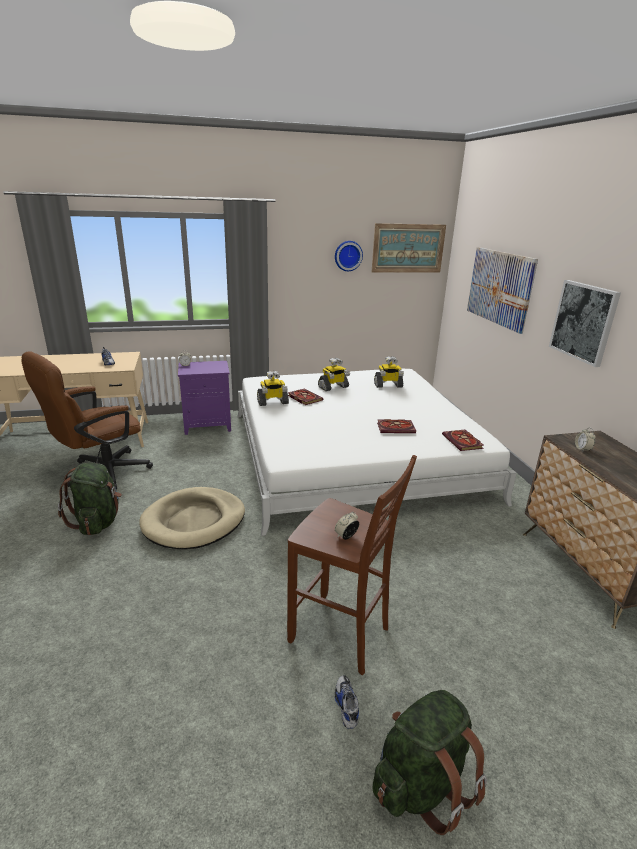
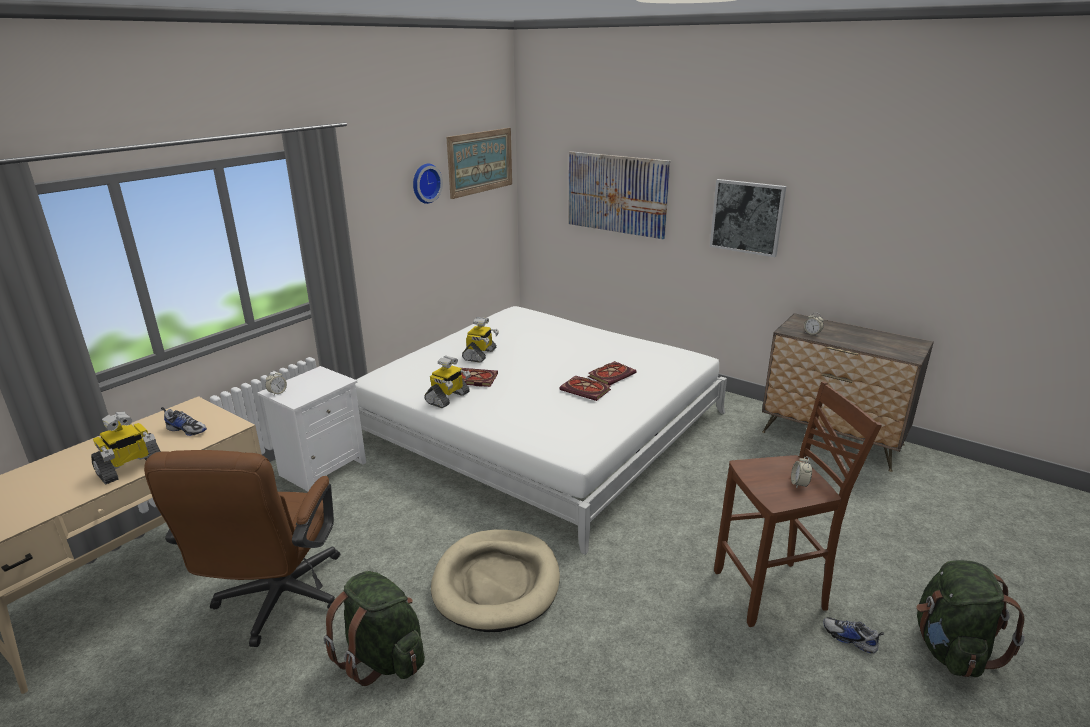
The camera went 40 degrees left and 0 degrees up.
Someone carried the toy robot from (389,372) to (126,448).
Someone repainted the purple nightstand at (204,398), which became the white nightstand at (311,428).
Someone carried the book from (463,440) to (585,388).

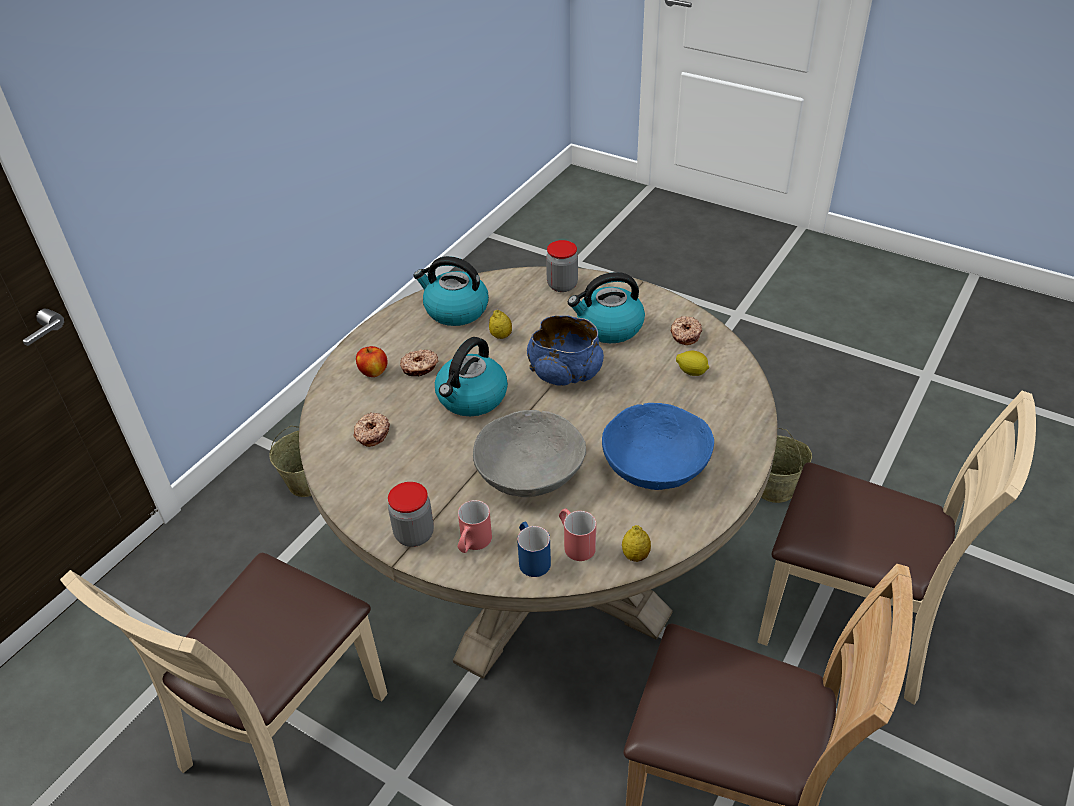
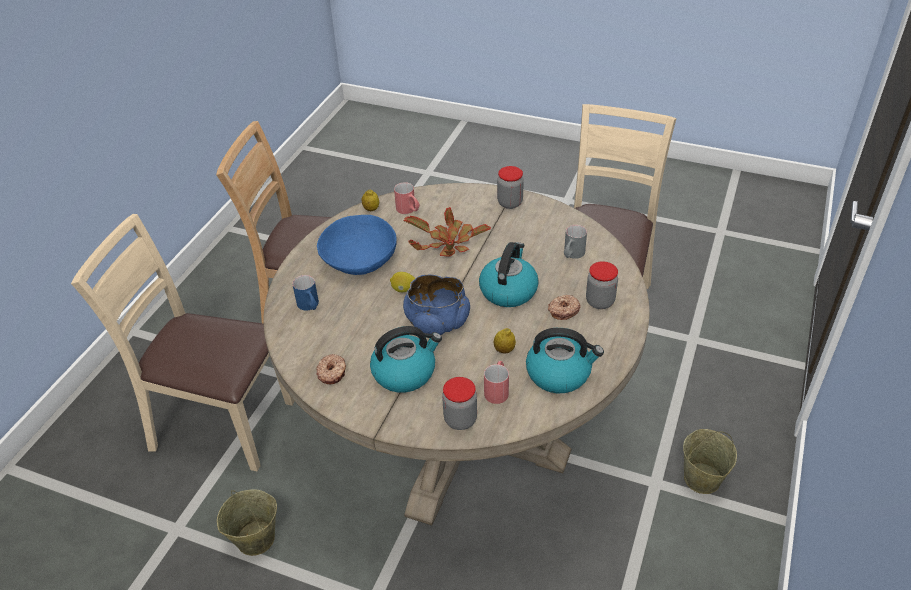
The camera went 170 degrees right and 0 degrees up.
Someone carried the blue mug from (534,549) to (305,292).
Someone carried the lemon from (692,363) to (402,282).
Someone swapped the grey bowl at (529,453) for the potted plant at (447,232).
Someone carried the red mug from (474,526) to (496,382).
Someone swapped the donut at (371,430) for the grey mug at (575,242).
Someone swapped the apple at (371,361) for the jar at (602,285).

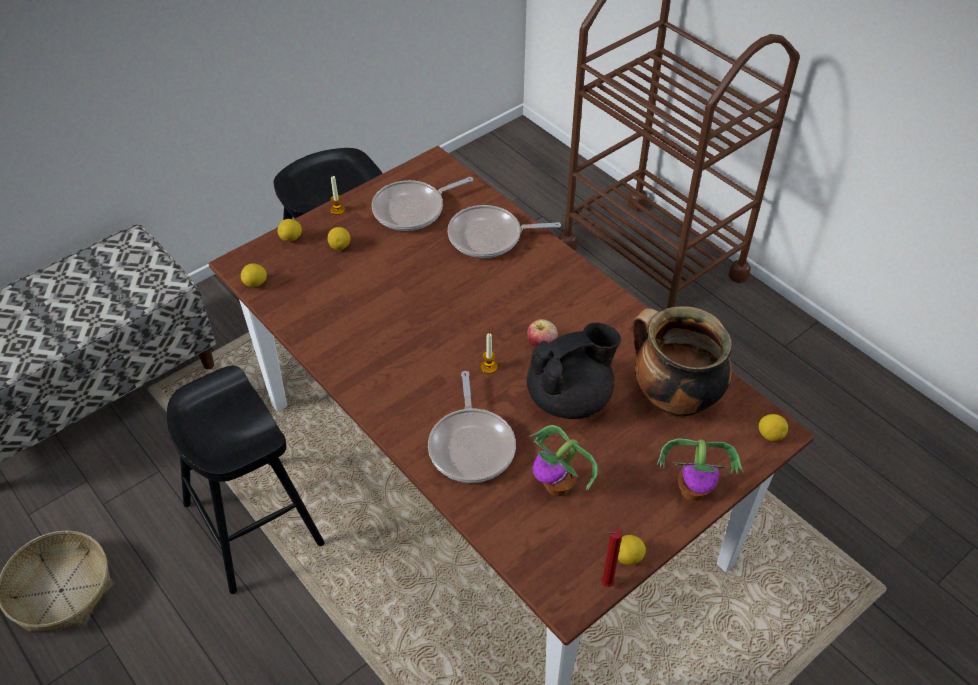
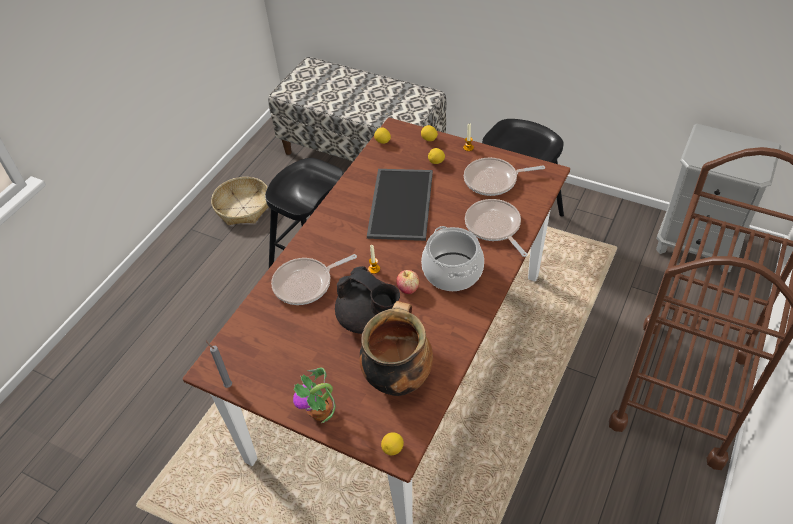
The camera went 70 degrees right and 0 degrees up.
Someone repainted the red candle at (611,557), which became the grey candle at (219,364).
Someone put down the tray at (400,205).
Someone put down the cooking pot at (452,258).
Someone rotated the frying pan at (422,204) by 45 degrees counterclockwise.
Someone put down the grey nightstand at (718,198).
Someone took away the potted plant at (563,460).
Someone took away the lemon at (632,550).

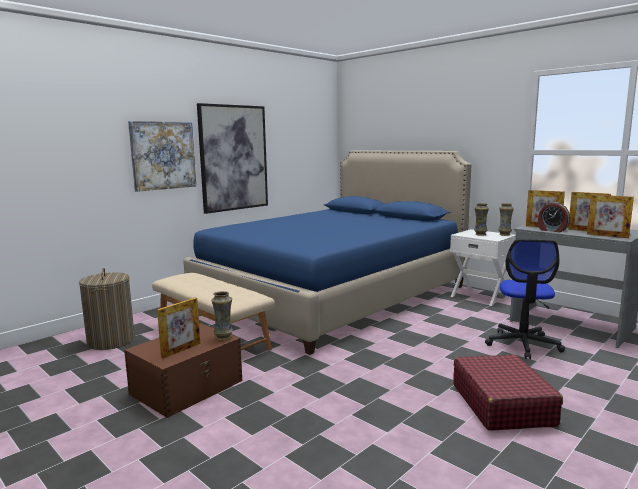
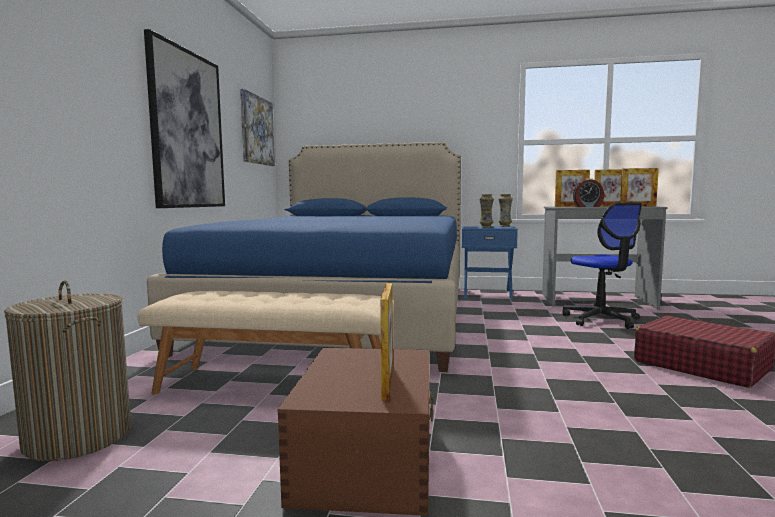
The camera went 35 degrees left and 5 degrees down.
Someone carried the picture from (162,156) to (257,127).
Someone repainted the white nightstand at (483,267), which became the blue nightstand at (490,262).
Someone took away the vase at (222,316).

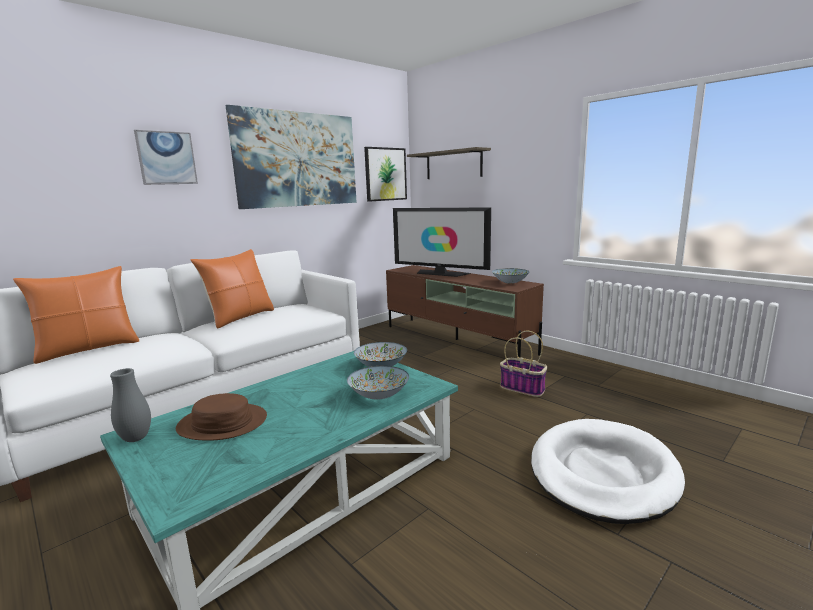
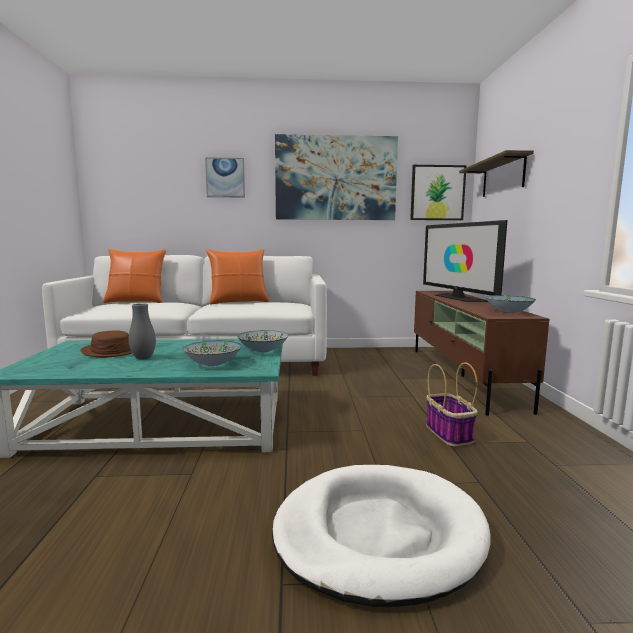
The camera went 40 degrees right and 5 degrees down.
Someone carried the grey vase from (130,405) to (142,331).

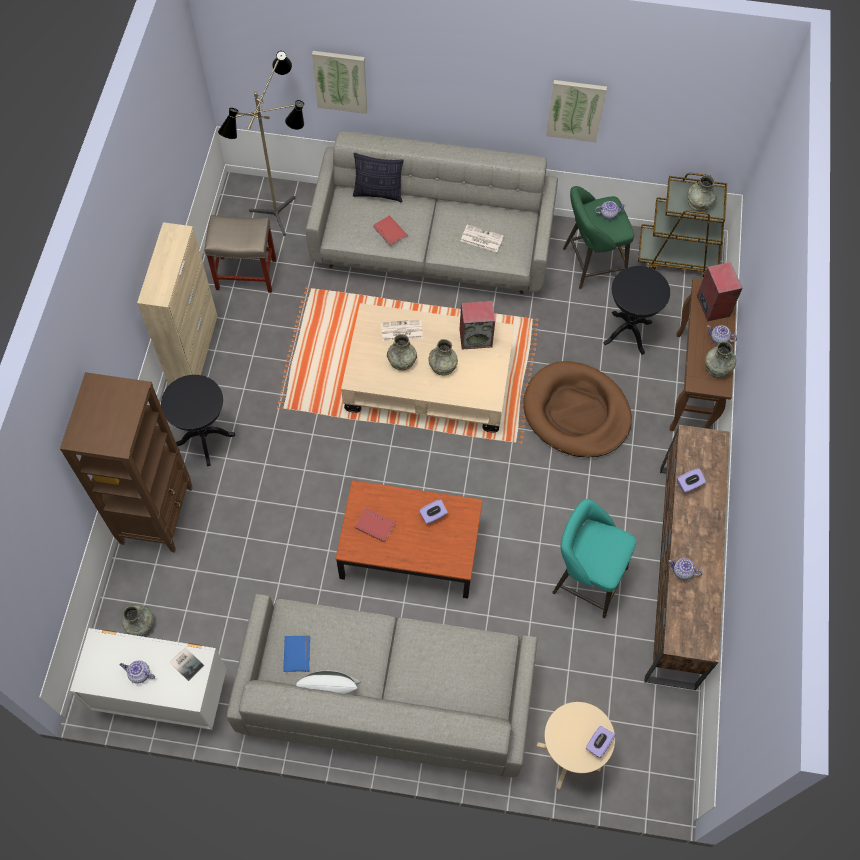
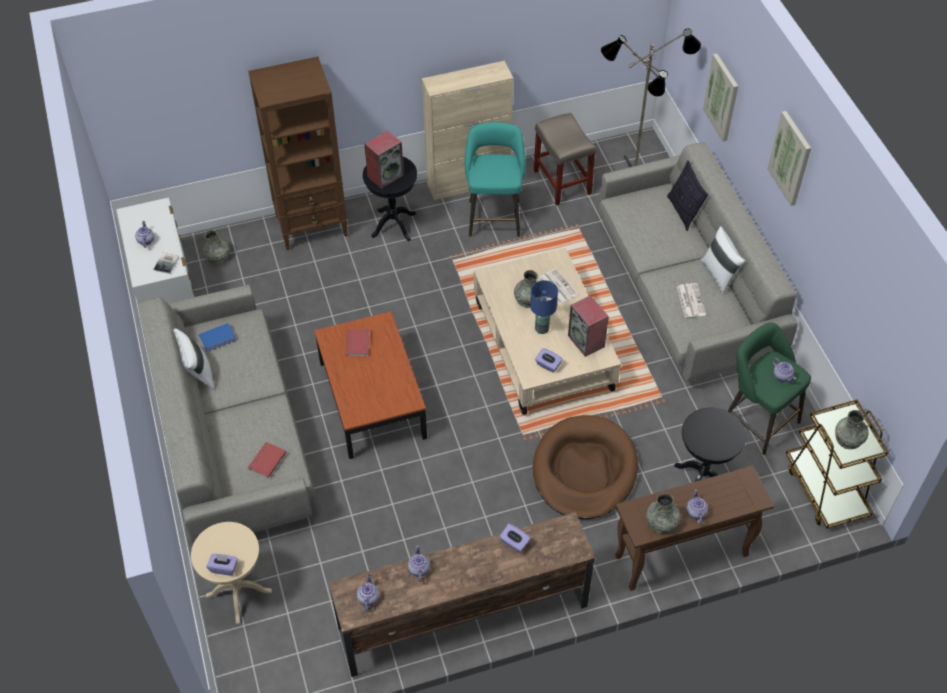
The camera went 65 degrees right and 10 degrees down.
Someone carried the red book from (390,231) to (267,460).
Someone put down the teapot at (368,592).
Someone carried the speaker from (720,291) to (384,159).
Someone carried the turquoise stool from (594,558) to (495,179).
Someone swapped the grey vase at (443,357) for the blue table lamp at (544,307).
Someone carried the purple tissue box from (433,512) to (548,360).
Someone put down the white pillow at (722,260).
Someone carried the picture from (576,111) to (789,158).

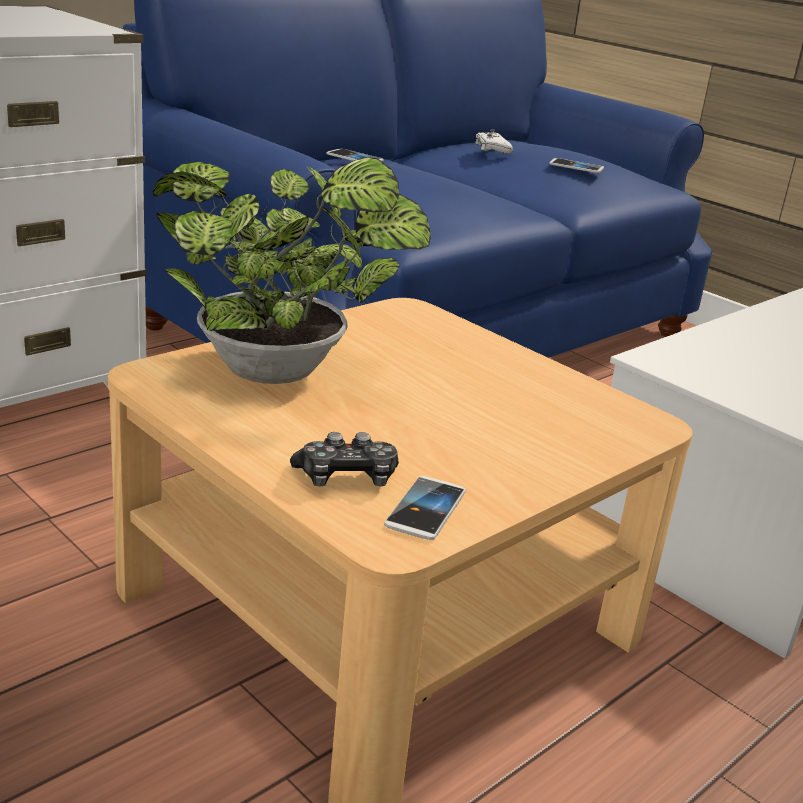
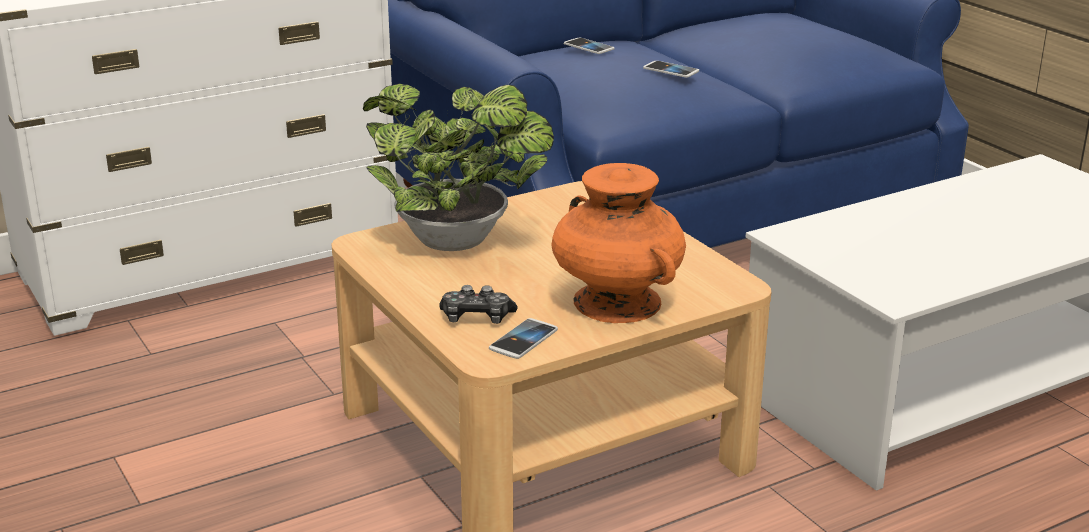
The camera went 15 degrees right and 0 degrees up.
Someone put down the orange vase at (618,243).
Someone carried the phone from (576,165) to (671,69).
Someone took away the white game controller at (494,141).

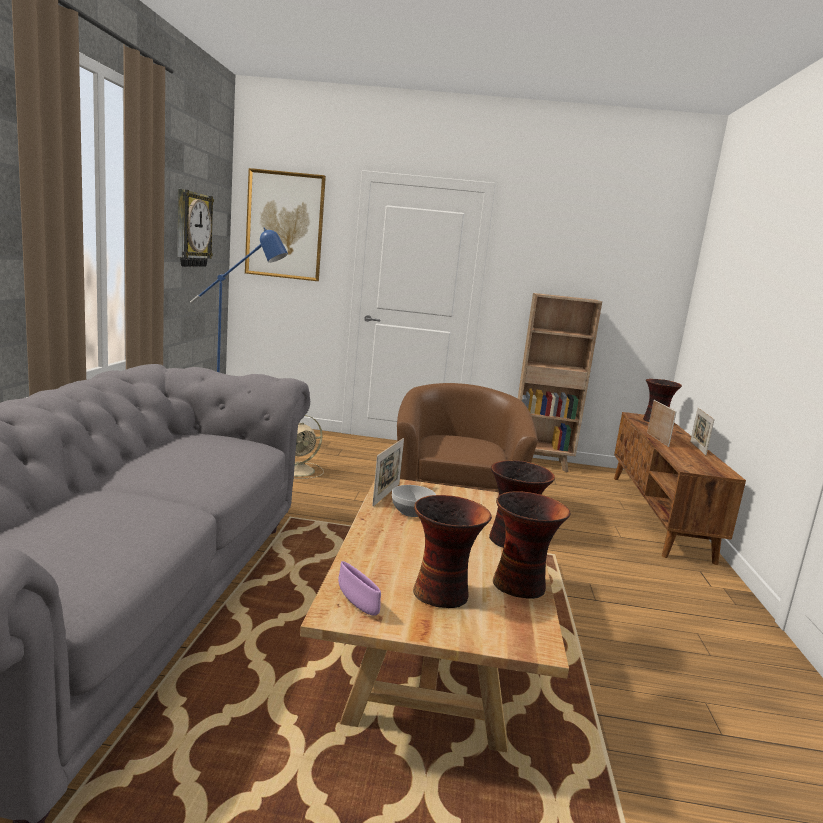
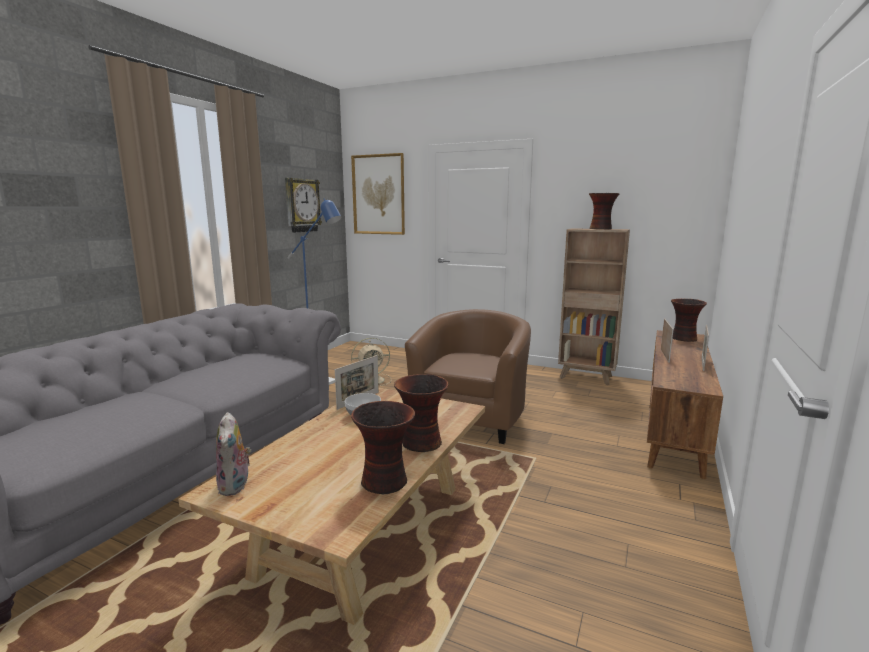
The camera went 20 degrees right and 0 degrees up.
Someone swapped the purple bowl at (359,588) for the plush toy at (233,454).
Someone carried the vase from (452,551) to (604,211).

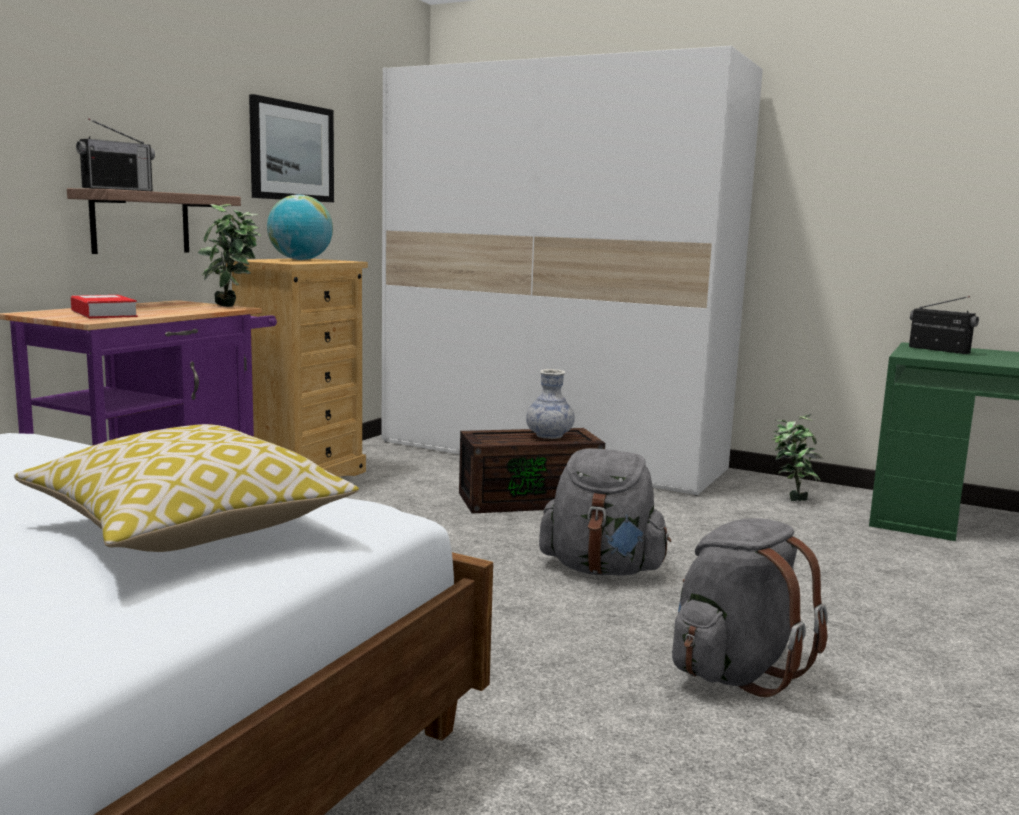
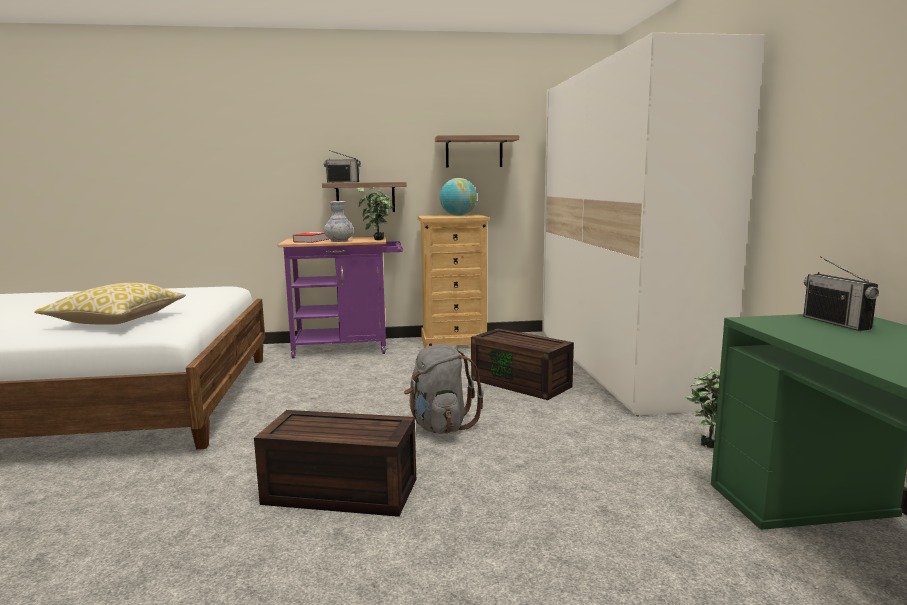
The camera went 55 degrees right and 0 degrees up.
Someone swapped the grey backpack at (750,607) for the brown storage box at (335,463).
Someone carried the vase from (550,404) to (339,221).
Someone swapped the picture at (291,148) for the shelf at (477,151).
Someone rotated the radio at (944,325) by 150 degrees clockwise.

